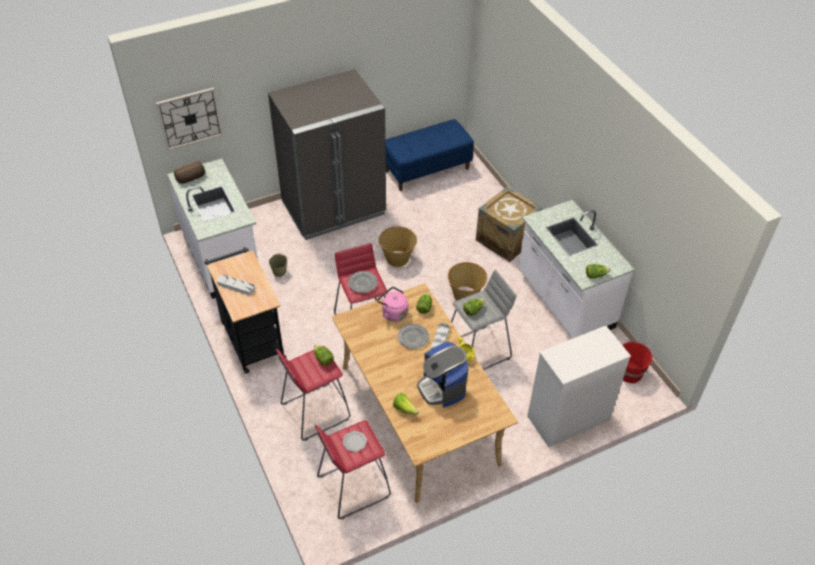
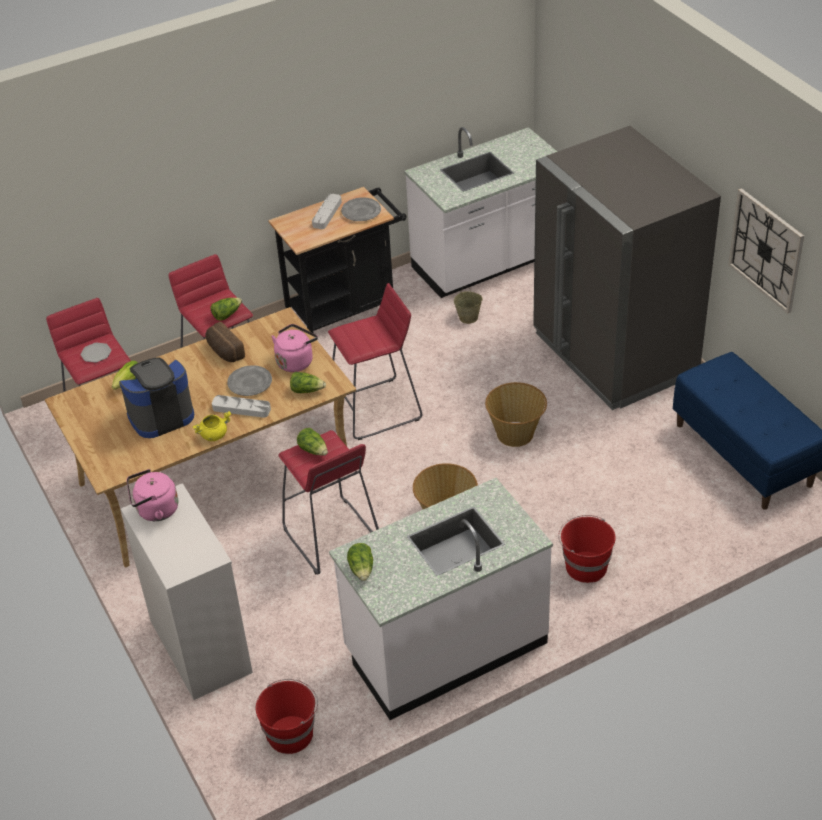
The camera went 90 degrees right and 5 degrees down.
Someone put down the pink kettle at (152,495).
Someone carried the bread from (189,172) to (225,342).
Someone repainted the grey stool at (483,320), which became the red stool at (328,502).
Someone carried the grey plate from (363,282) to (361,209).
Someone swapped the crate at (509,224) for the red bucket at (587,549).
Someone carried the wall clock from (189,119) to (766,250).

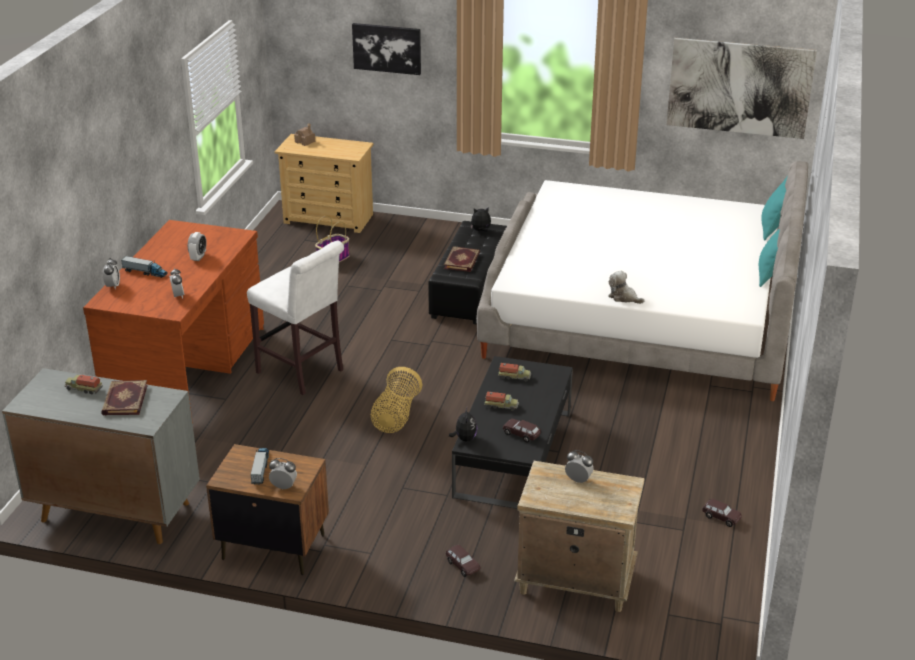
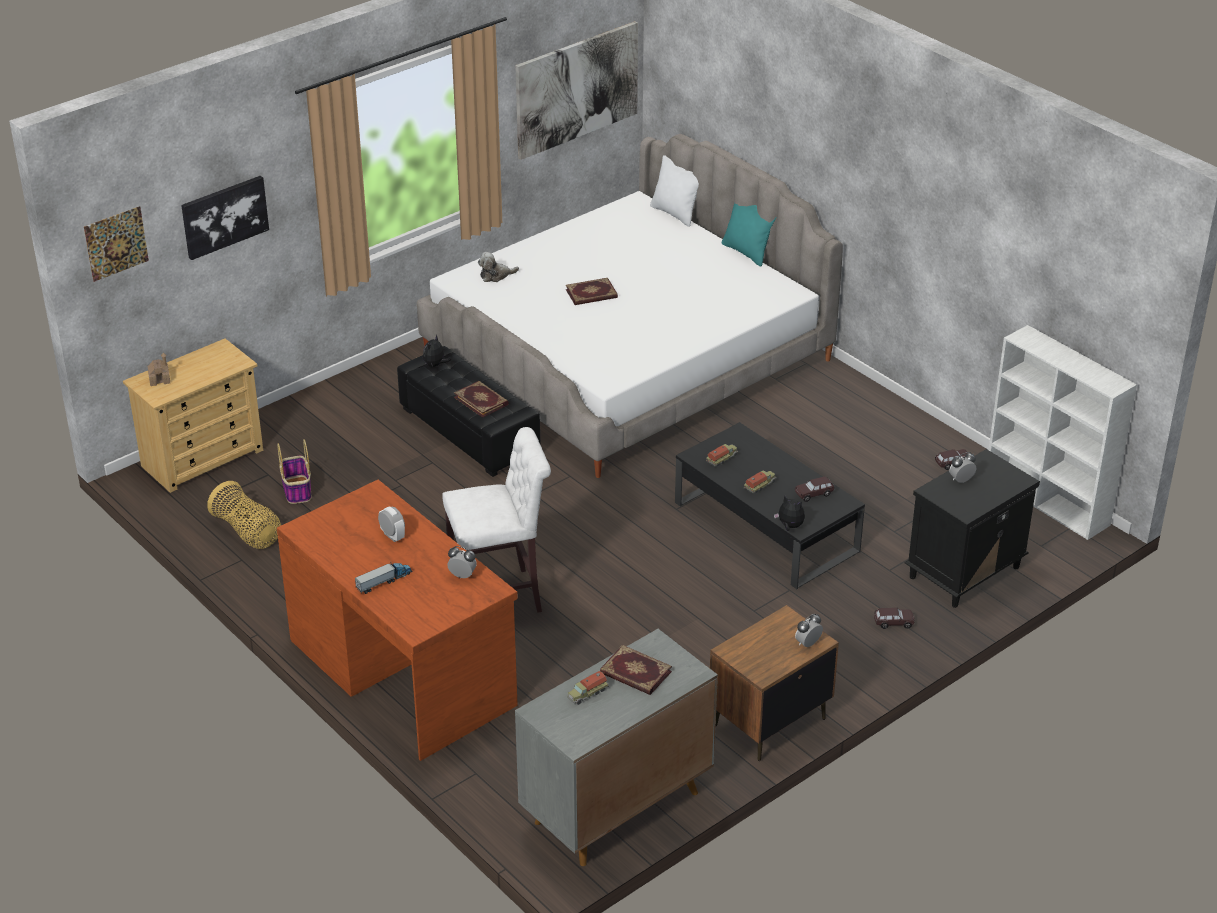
The camera went 55 degrees left and 5 degrees up.
Someone put up the picture at (116,244).
Someone carried the basket from (396,400) to (244,515).
Someone carried the plush toy from (626,287) to (498,267).
Someone put down the book at (592,291).
Someone repainted the turquoise pillow at (774,208), which became the white pillow at (674,191).
Someone repainted the beige nightstand at (579,536), which became the black nightstand at (972,528).
Someone put down the white bookcase at (1063,432).
Someone took away the alarm clock at (111,273).
Someone took away the toy truck at (260,466).

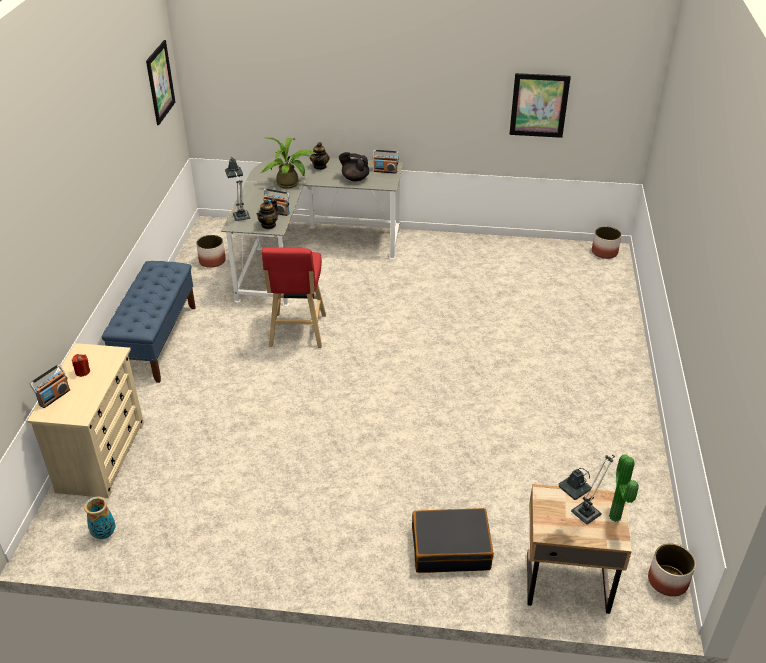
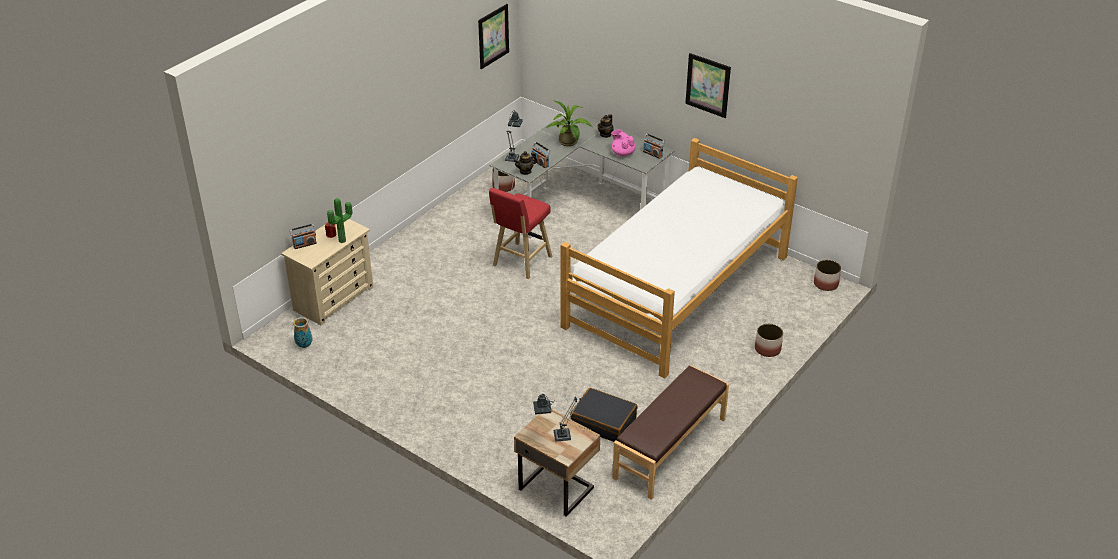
The camera went 30 degrees right and 0 degrees up.
Someone carried the potted plant from (624,488) to (340,220).
Someone put down the bed at (679,258).
Someone carried the black suitcase from (453,540) to (603,415).
Someone repainted the black teapot at (354,167), which became the pink teapot at (623,142).
Someone put down the brown bench at (670,432).
Someone carried the picture from (540,105) to (708,85).
Someone carried the planter from (672,570) to (769,340).
Someone took away the blue bench at (149,322).

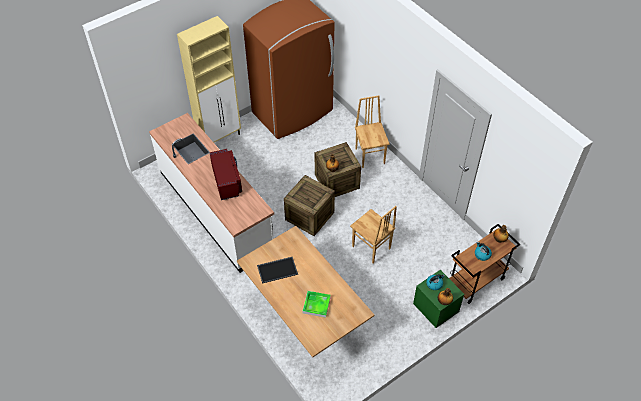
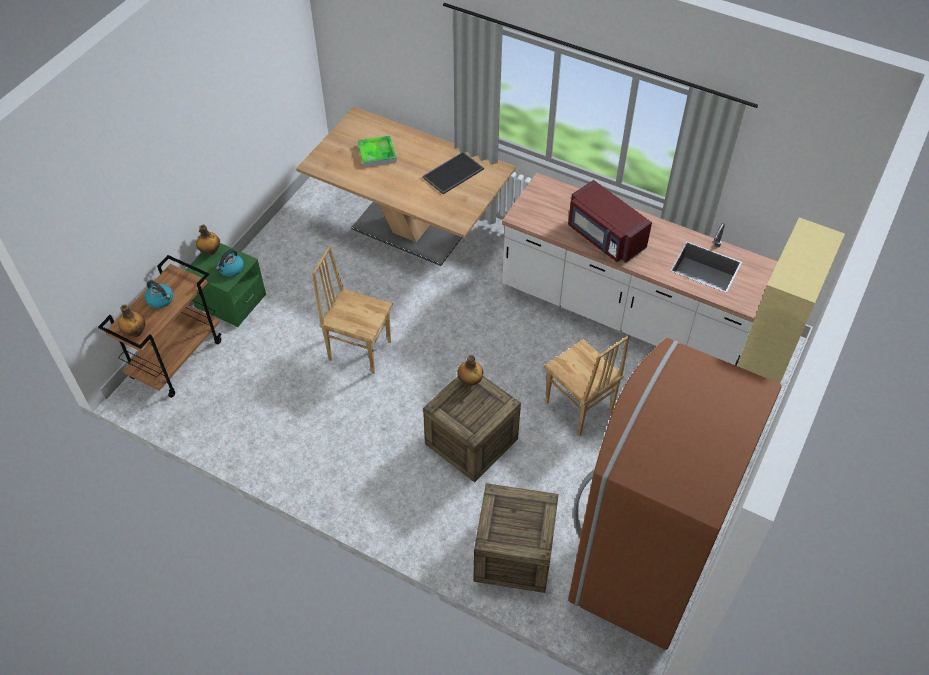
The camera went 155 degrees right and 0 degrees up.
Someone carried the crate from (309,205) to (516,538).
Someone carried the brown chair from (372,131) to (586,386).

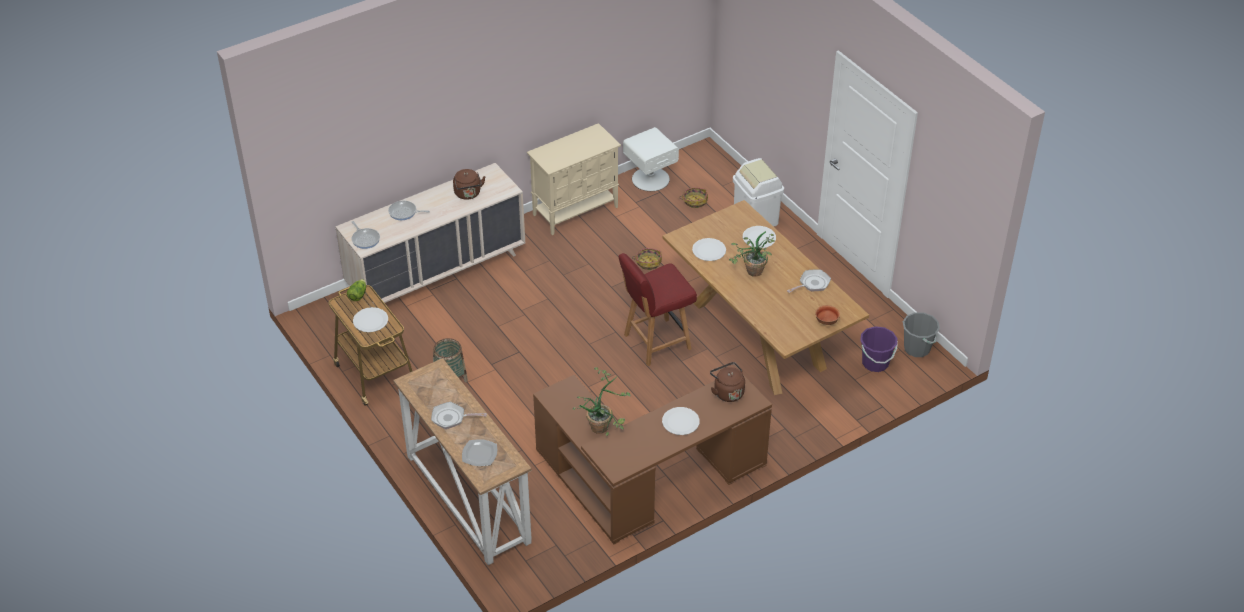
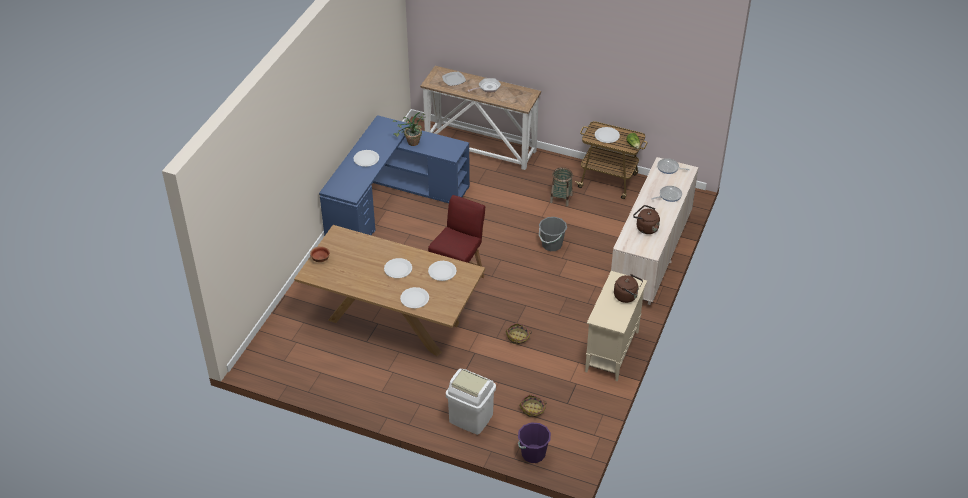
The camera went 145 degrees right and 0 degrees up.
Someone repainted the brown desk at (652,459), which became the blue desk at (394,175).
Someone swapped the potted plant at (752,254) for the white plate at (398,268).
Someone carried the purple bucket from (879,349) to (534,443).
Someone carried the grey bucket from (921,334) to (553,234).
Someone carried the brown kettle from (727,382) to (628,288).
Someone took away the white nightstand at (651,159).
Someone took away the frying pan at (809,281).

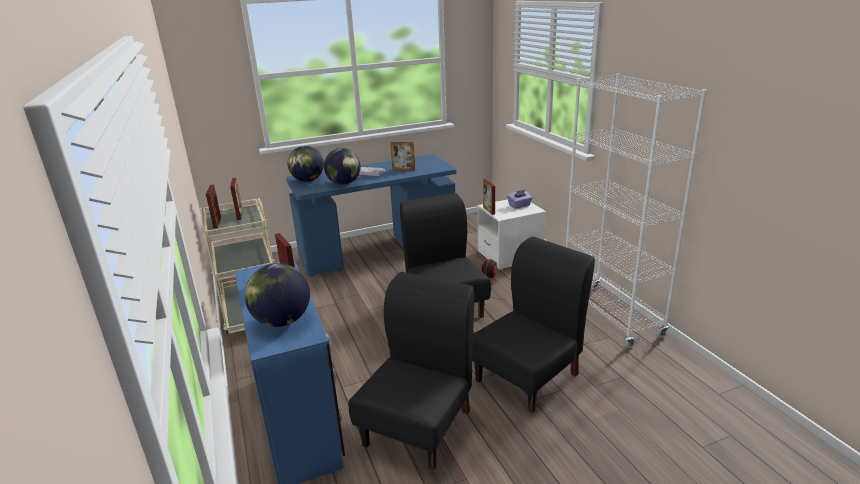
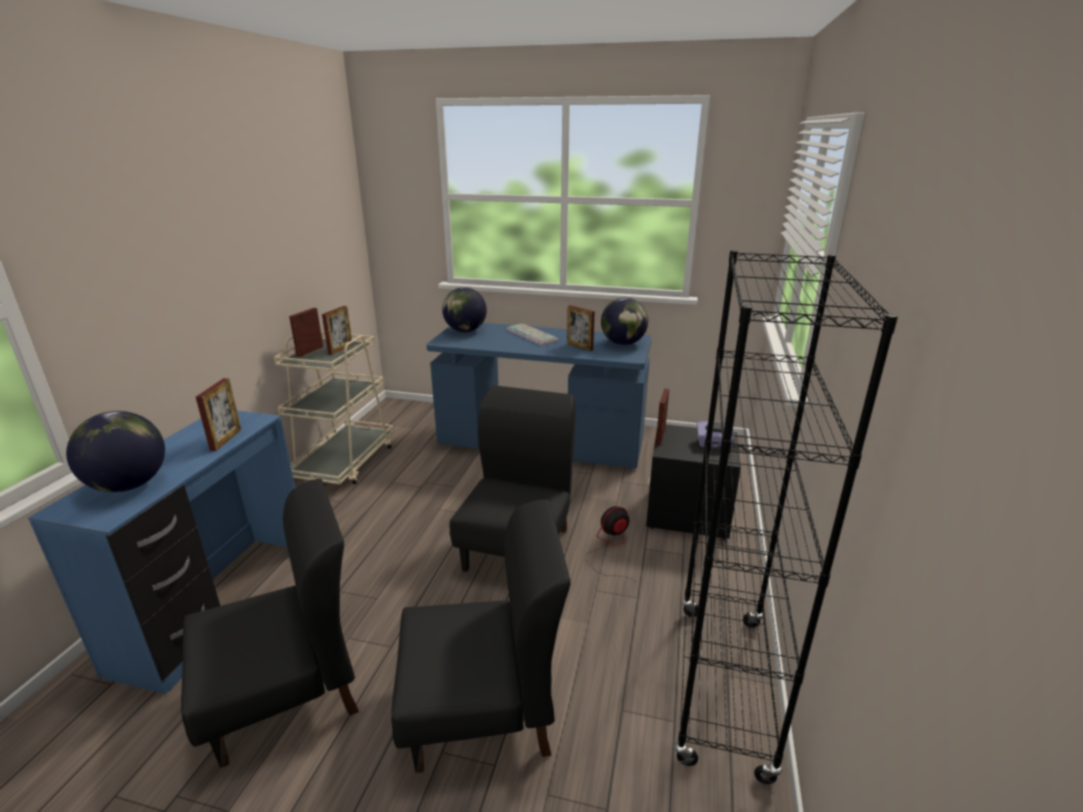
The camera went 35 degrees right and 0 degrees up.
Someone carried the globe from (342,166) to (624,321).
Someone repainted the white nightstand at (511,234), which became the black nightstand at (693,482).
Someone repainted the white bookcase at (636,211), which became the black bookcase at (786,517).

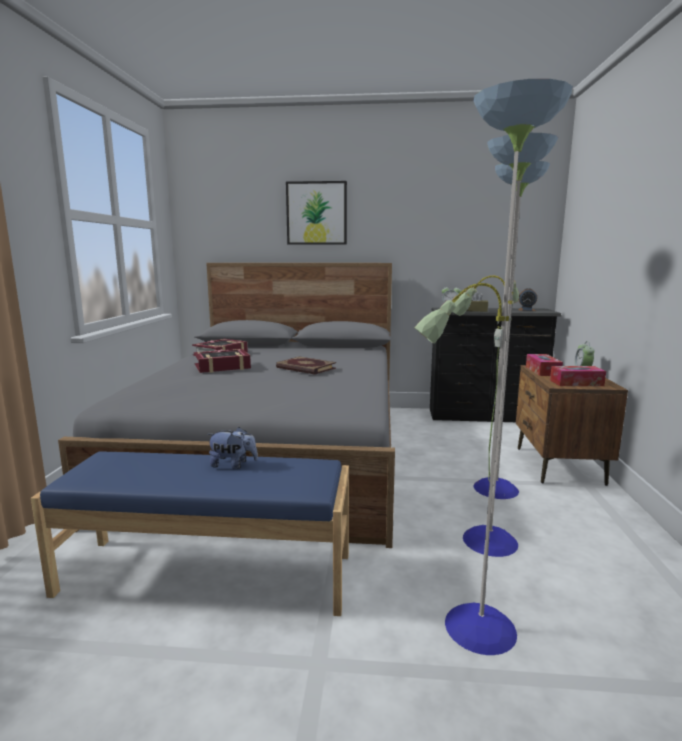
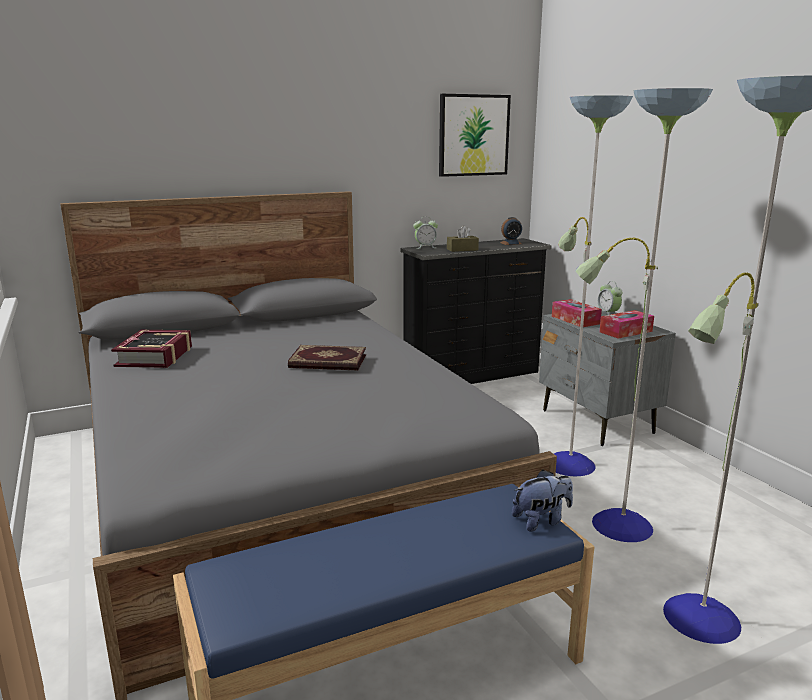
The camera went 30 degrees left and 5 degrees up.
Someone carried the picture from (316,213) to (475,135).
Someone carried the plush toy from (232,448) to (542,501).
Someone repainted the brown nightstand at (572,425), which became the grey nightstand at (607,378).
Someone took away the book at (222,361).

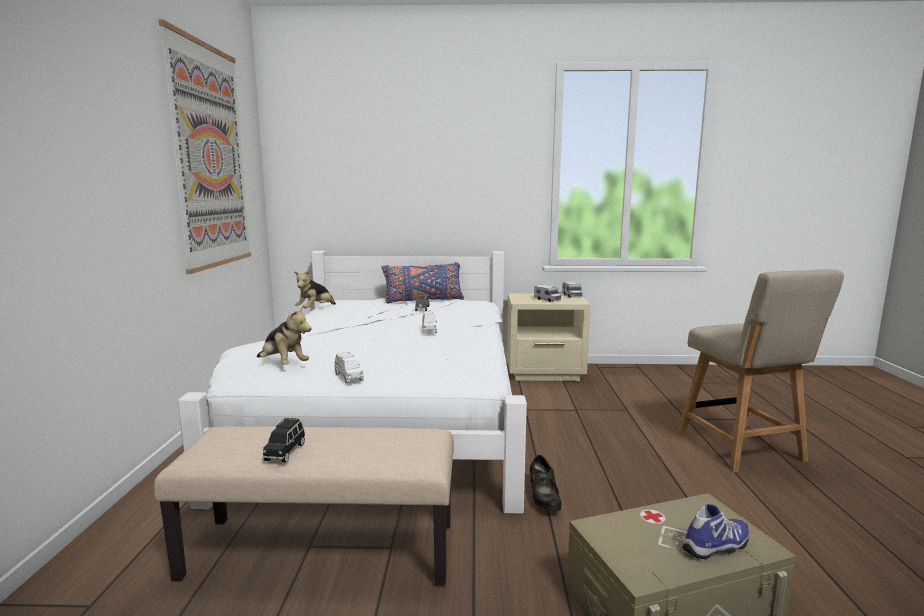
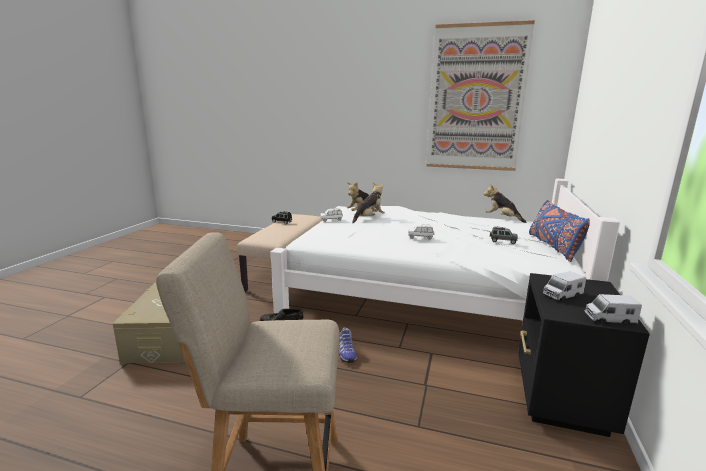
The camera went 105 degrees right and 5 degrees up.
Someone carried the shoe from (715,531) to (348,345).
Someone put down the plush toy at (368,203).
Someone repainted the beige nightstand at (549,337), which became the black nightstand at (584,355).

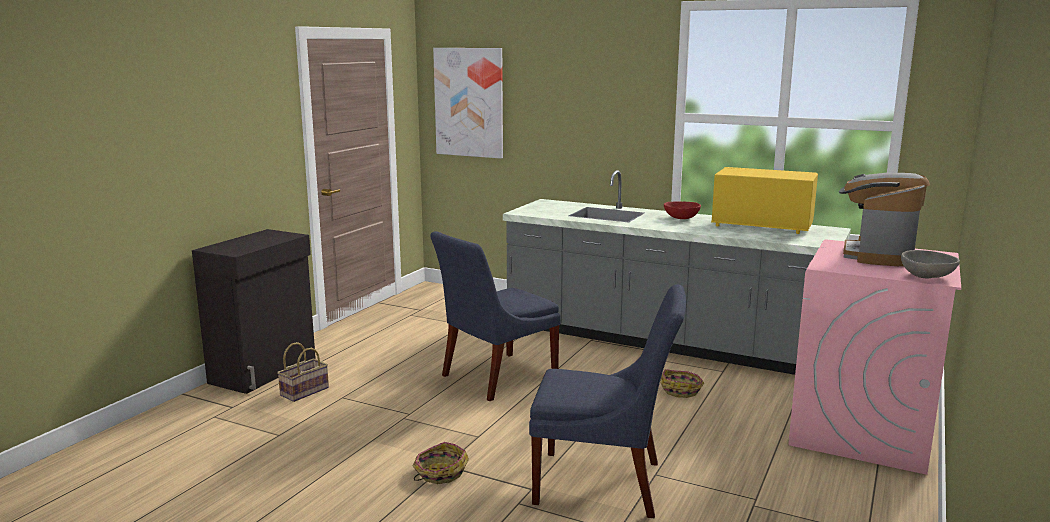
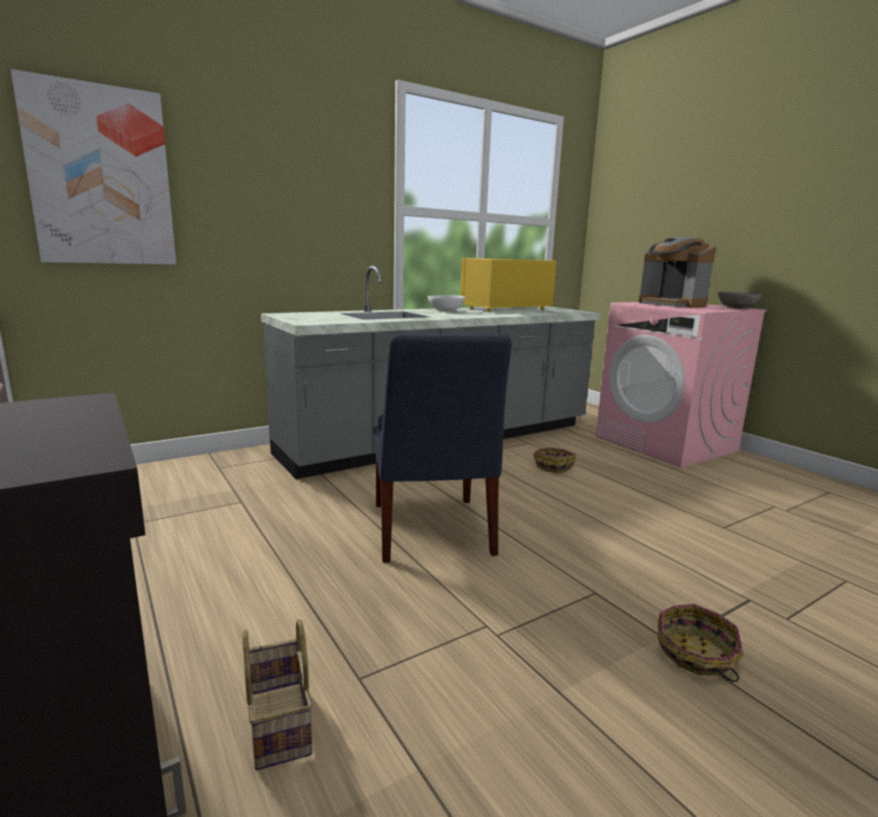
The camera went 60 degrees left and 0 degrees up.
Someone repainted the red bowl at (682,210), which became the white bowl at (446,303).
Someone took away the blue chair at (607,401).

